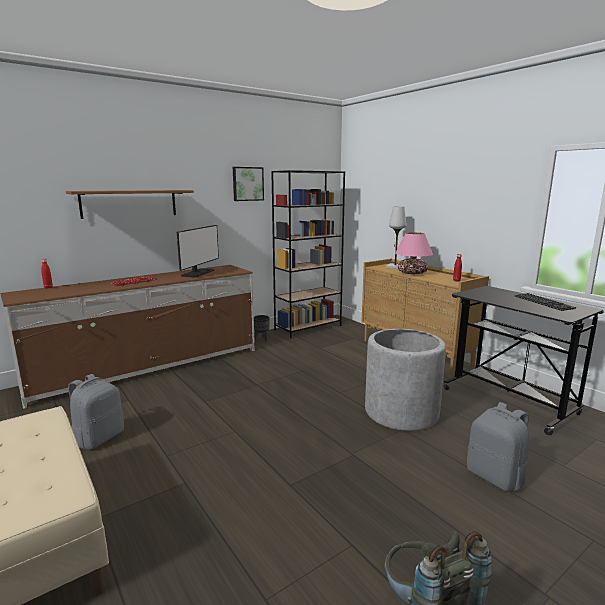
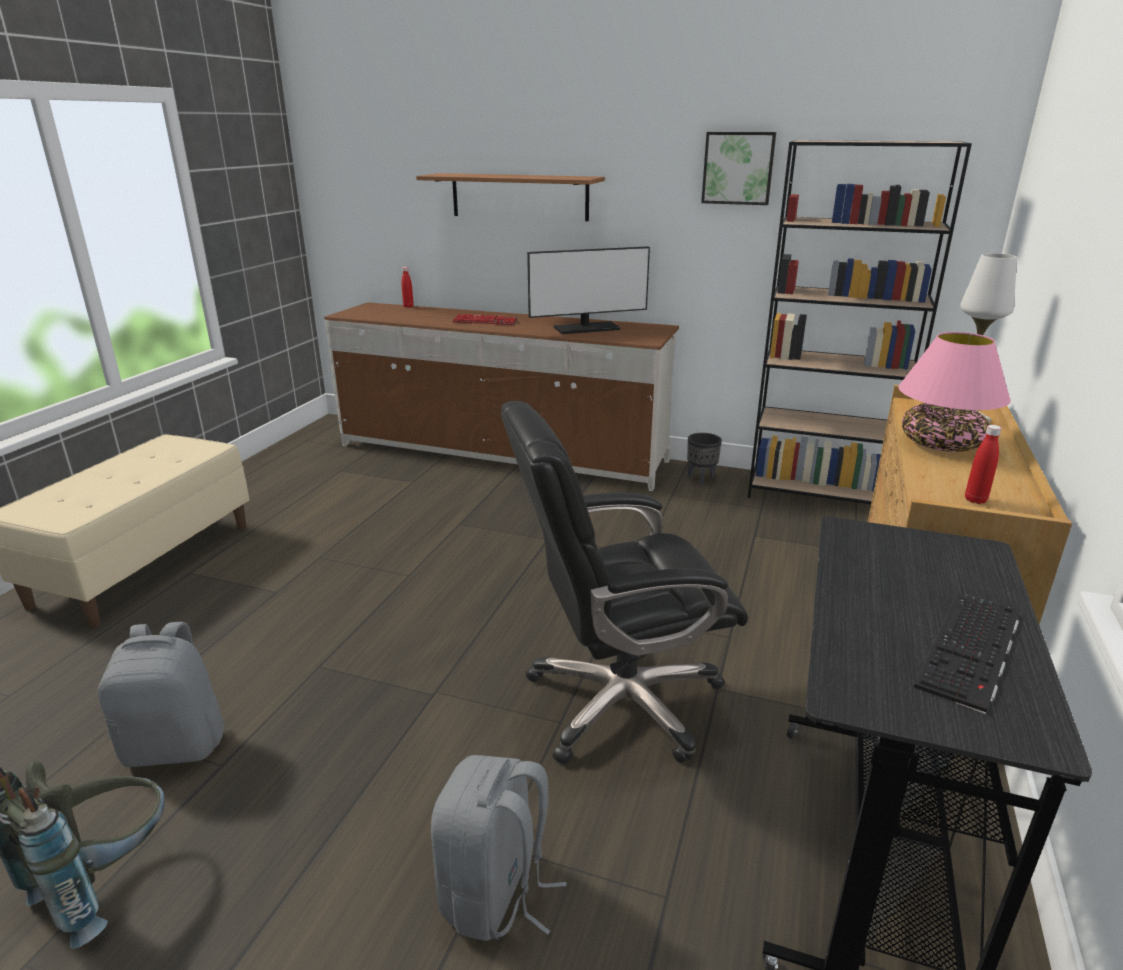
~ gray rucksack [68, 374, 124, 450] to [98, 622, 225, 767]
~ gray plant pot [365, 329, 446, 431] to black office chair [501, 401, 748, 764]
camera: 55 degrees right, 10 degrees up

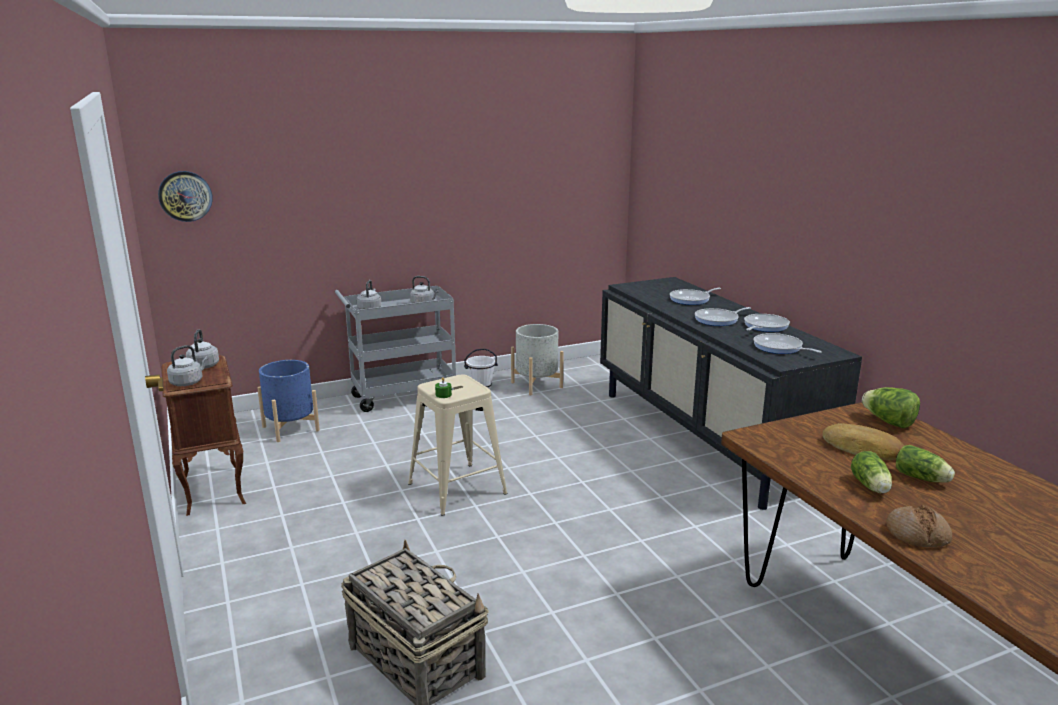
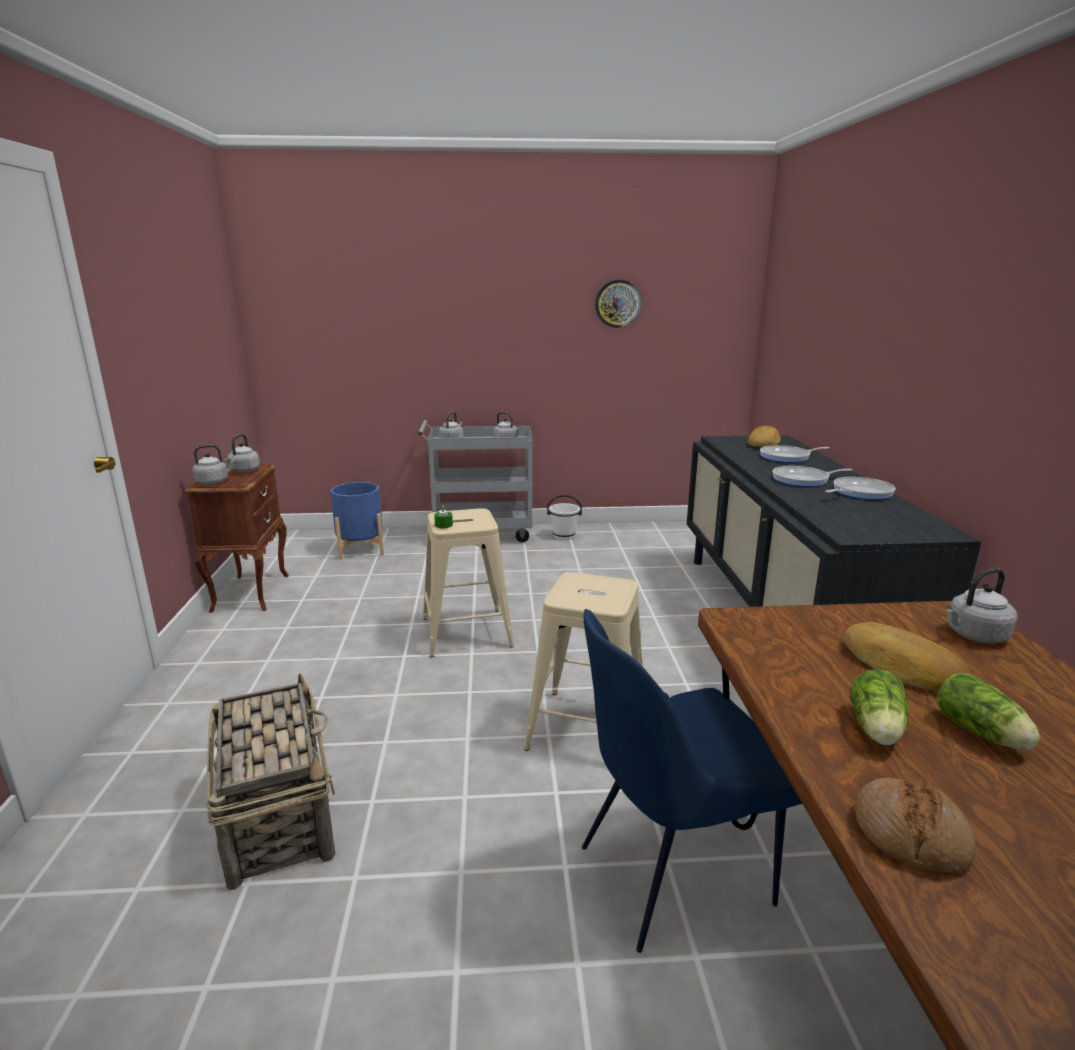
- gray plant pot [511, 324, 564, 395]
- skillet [754, 333, 822, 354]
+ beige-coloured sitting stool [524, 572, 643, 751]
+ blue-coloured upright chair [582, 609, 802, 953]
+ baked bread [748, 426, 781, 447]
~ hanging clock [158, 171, 213, 222] to [595, 280, 641, 328]
~ lettuce head [862, 387, 920, 429] to gray tea kettle [947, 568, 1018, 643]
camera: 20 degrees right, 0 degrees up

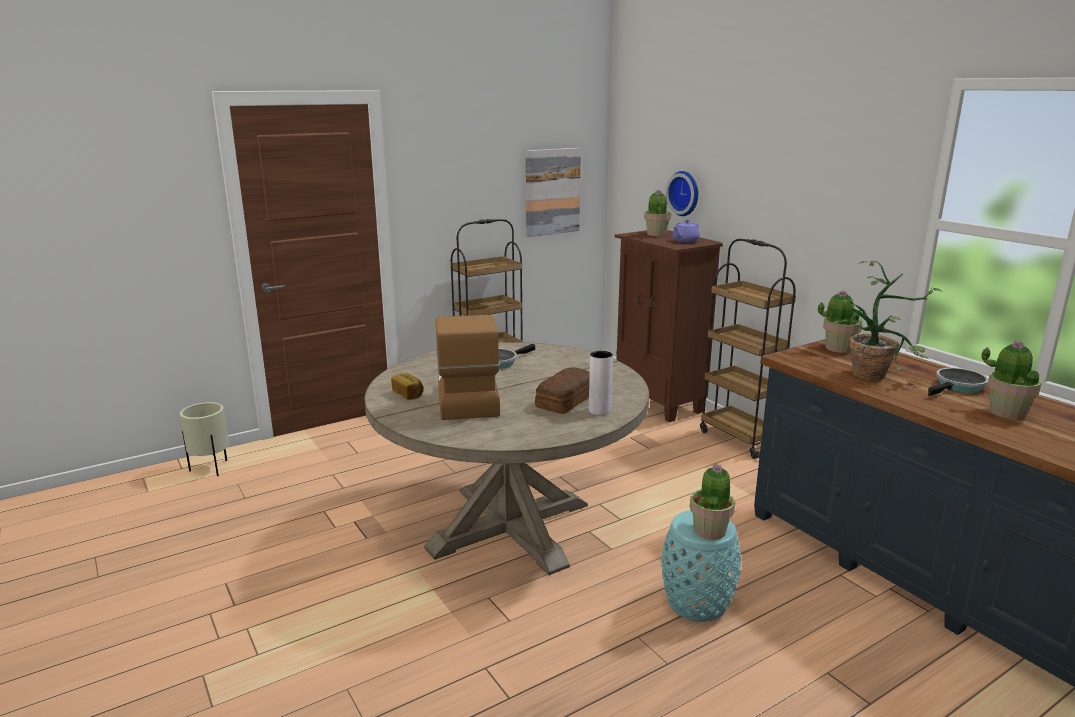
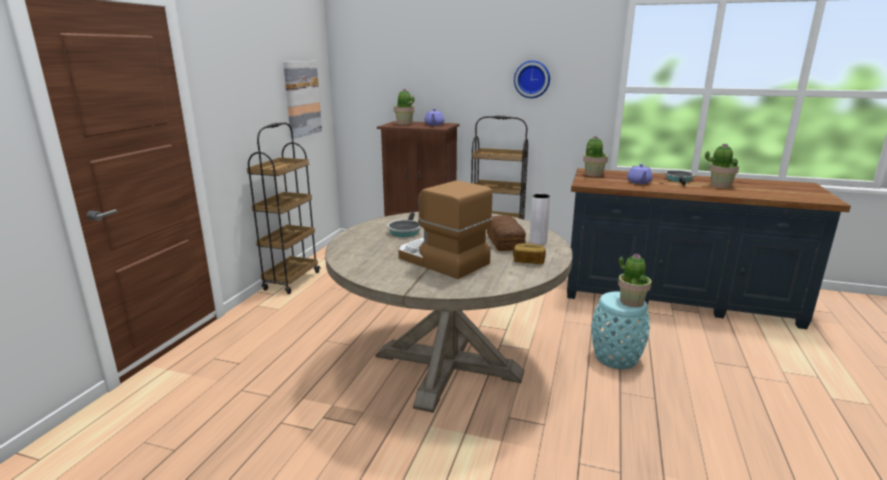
- beige-coloured plant pot [180, 402, 229, 476]
~ baked bread [391, 373, 423, 400] to [513, 243, 546, 264]
~ hanging clock [666, 171, 698, 216] to [514, 60, 550, 98]
~ plant in a pot [833, 261, 942, 381] to purplish teapot [627, 164, 652, 184]
camera: 40 degrees left, 0 degrees up

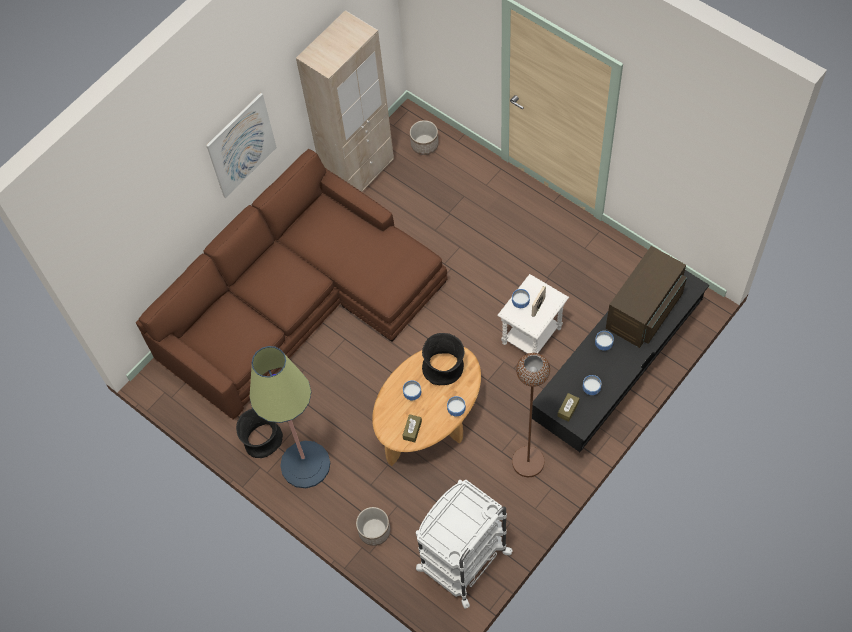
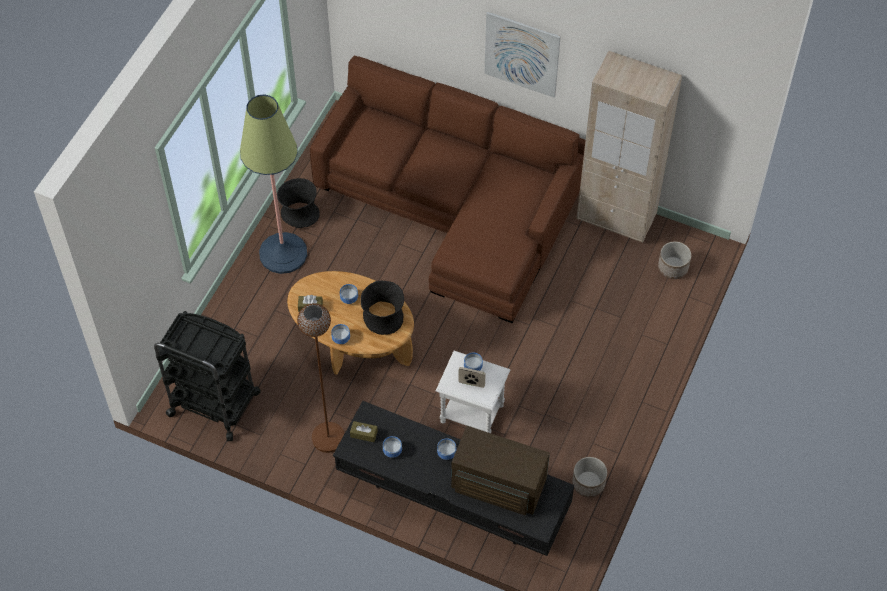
~ plant pot [356, 507, 390, 546] to [572, 457, 607, 498]
~ white-coloured cart [416, 480, 513, 609] to black cart [154, 311, 261, 441]
camera: 70 degrees right, 5 degrees down

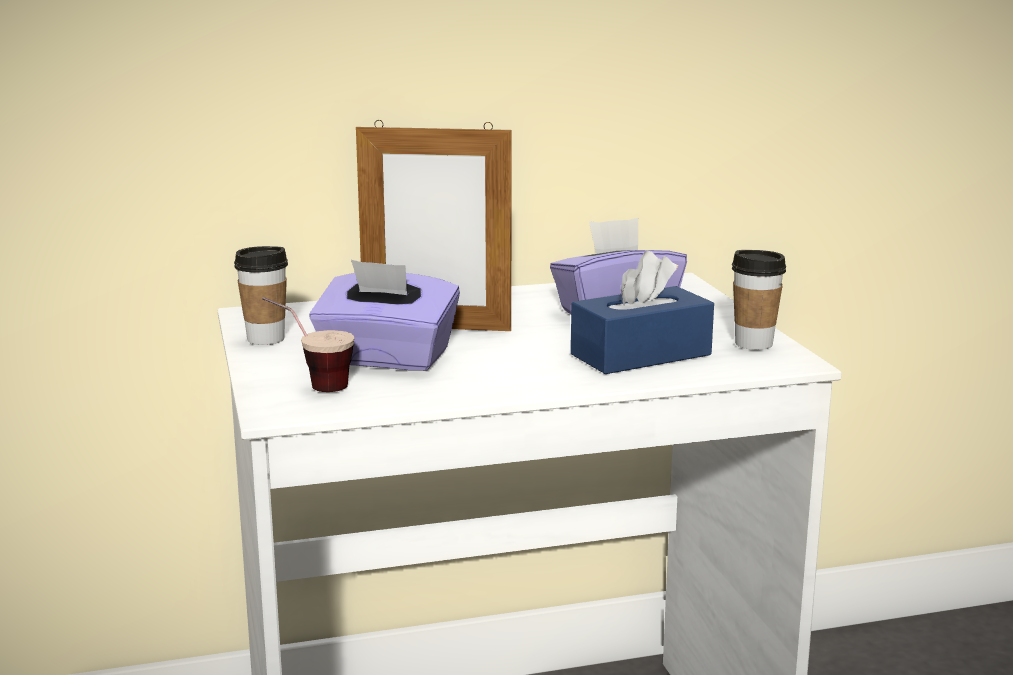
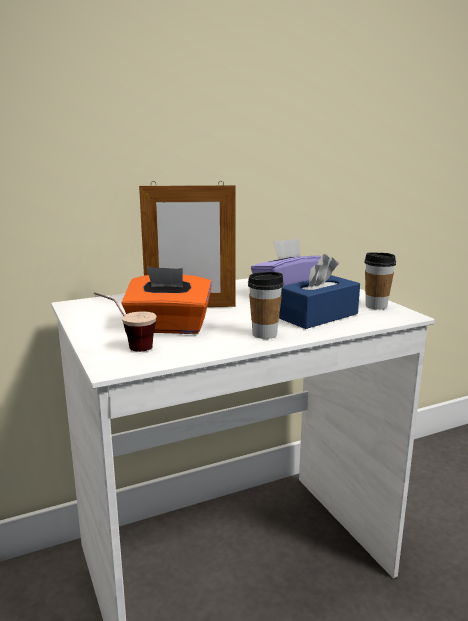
~ drinking cup [234, 246, 288, 345] to [248, 272, 284, 339]
~ purplish tissue box [309, 260, 460, 371] to orange-coloured tissue box [122, 267, 212, 334]
camera: 10 degrees left, 0 degrees up

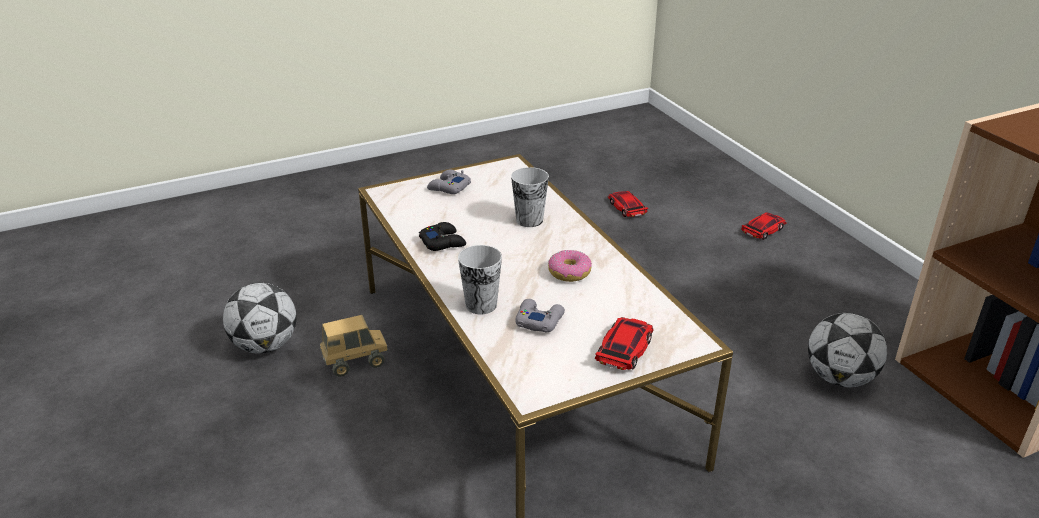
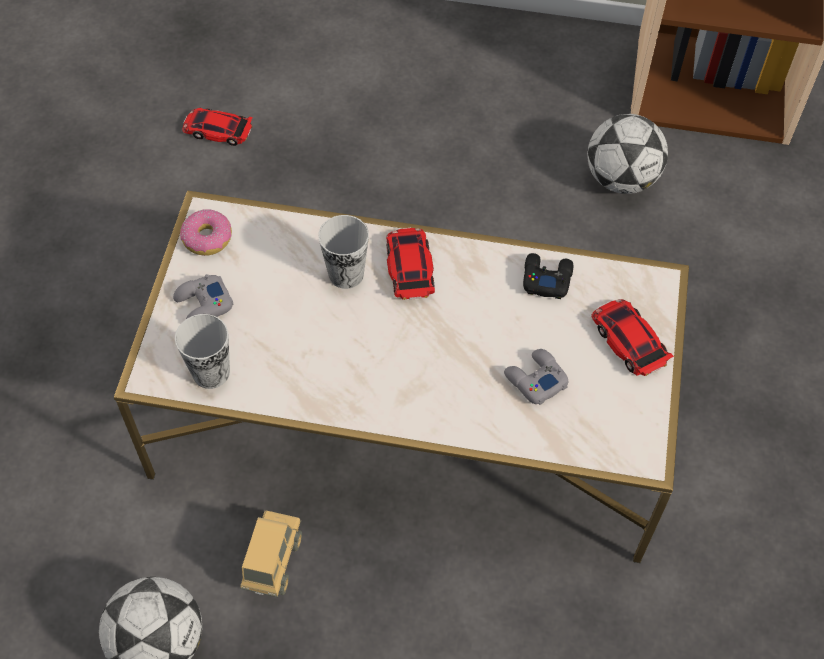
~ black gamepad [419, 222, 466, 251] to [523, 253, 573, 299]
~ drinking cup [458, 245, 502, 314] to [175, 314, 230, 389]
~ doughnut [548, 250, 592, 282] to [180, 209, 232, 256]
~ toy car [741, 212, 787, 240] to [386, 228, 435, 300]
camera: 55 degrees left, 25 degrees up

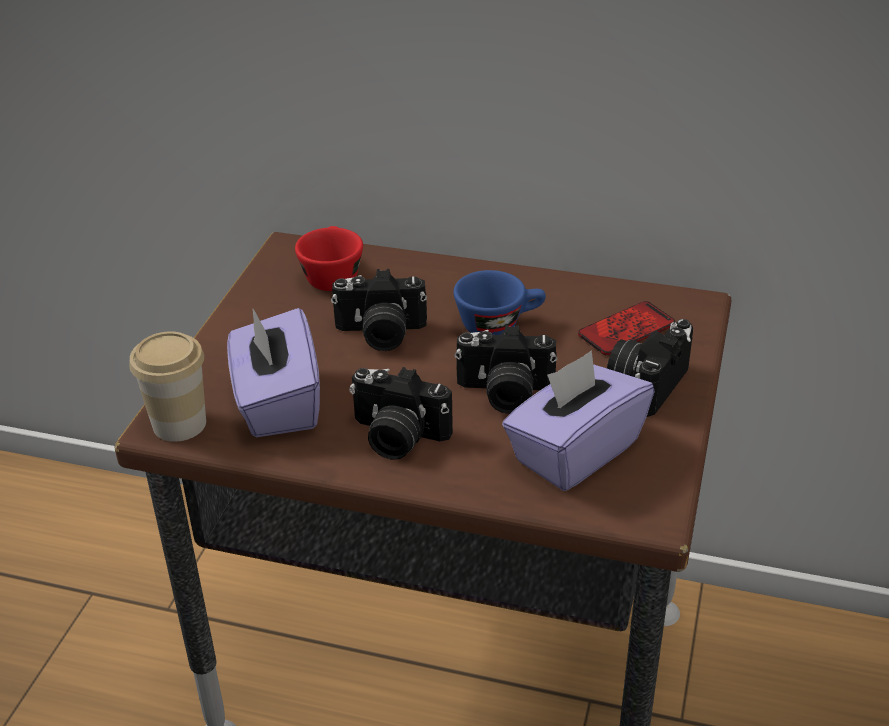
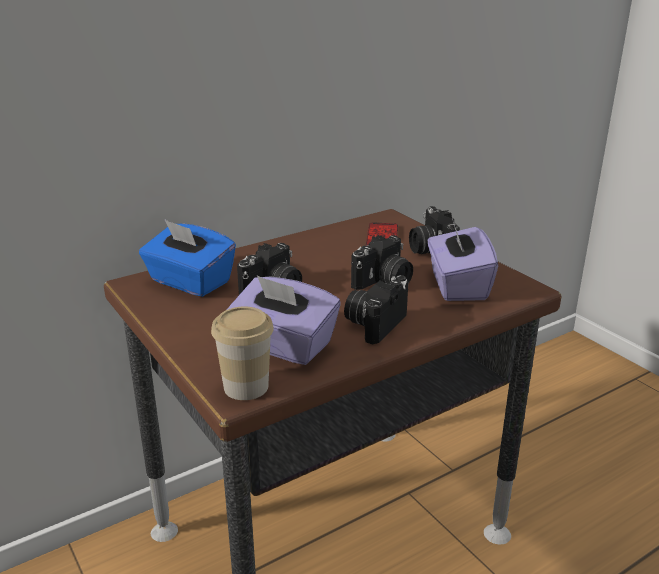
- blue-coloured drinking cup [454, 270, 546, 335]
~ red drinking cup [295, 226, 363, 291] to blue-coloured tissue box [139, 219, 236, 297]
~ photo camera [349, 367, 453, 460] = [344, 275, 408, 344] 150 degrees clockwise
camera: 50 degrees left, 10 degrees down

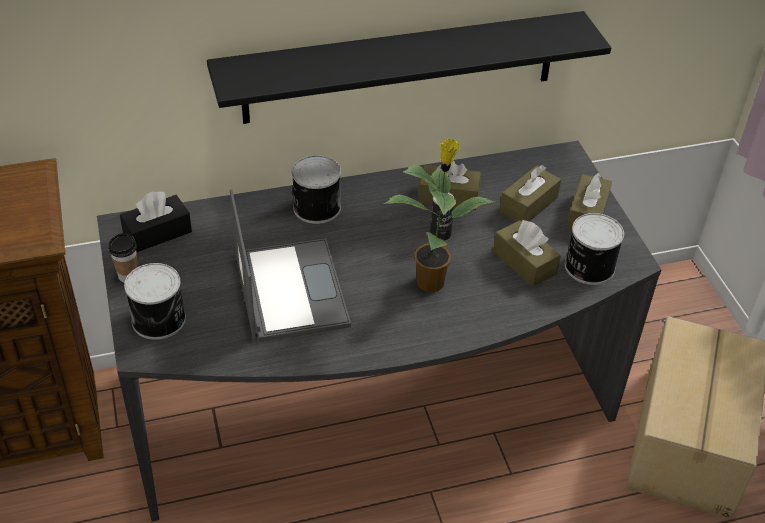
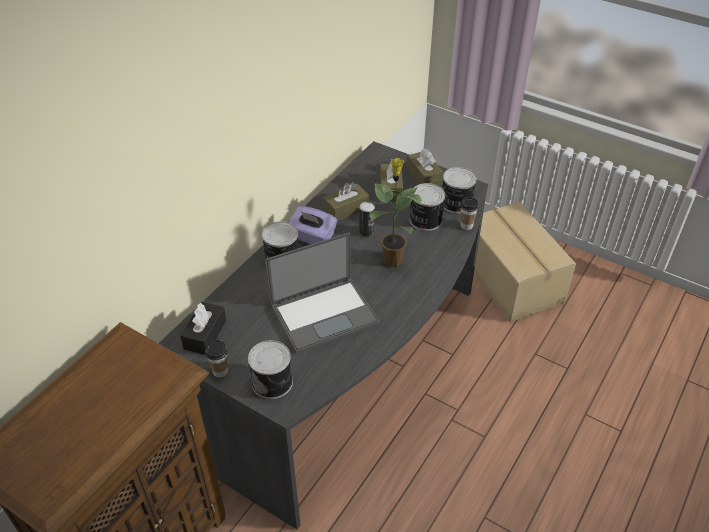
- black bracket shelf [207, 11, 611, 124]
+ purplish tissue box [289, 206, 337, 244]
+ drinking cup [460, 197, 479, 230]
~ brown-coloured tissue box [493, 220, 561, 287] to sealed can [409, 183, 445, 231]
~ notebook computer [230, 189, 351, 343] = [265, 232, 380, 354] 120 degrees clockwise
camera: 40 degrees left, 0 degrees up

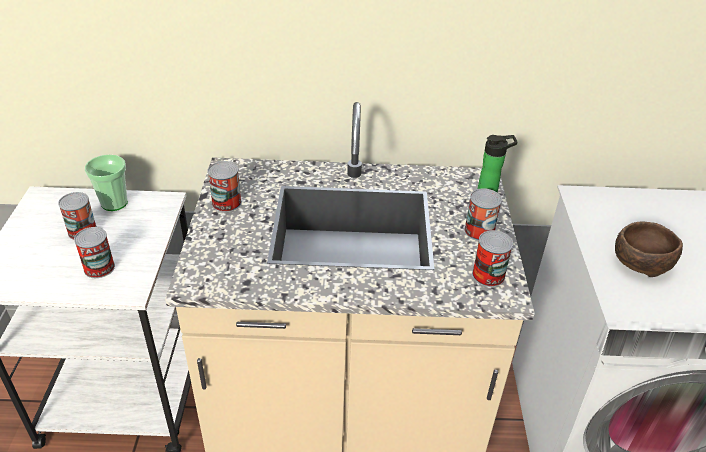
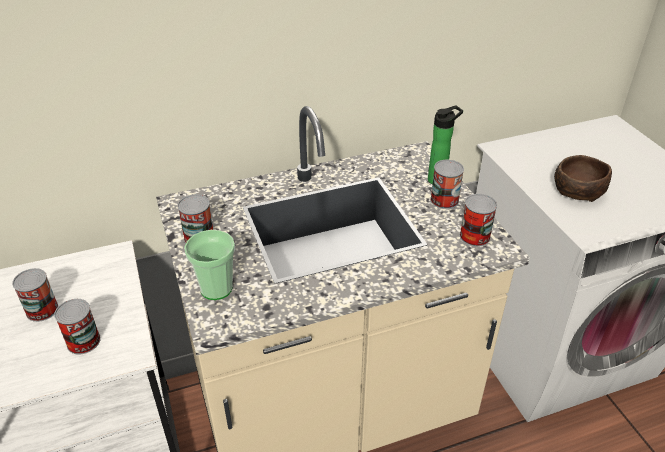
~ drinking cup [85, 155, 128, 211] to [184, 230, 235, 300]
camera: 20 degrees left, 0 degrees up

